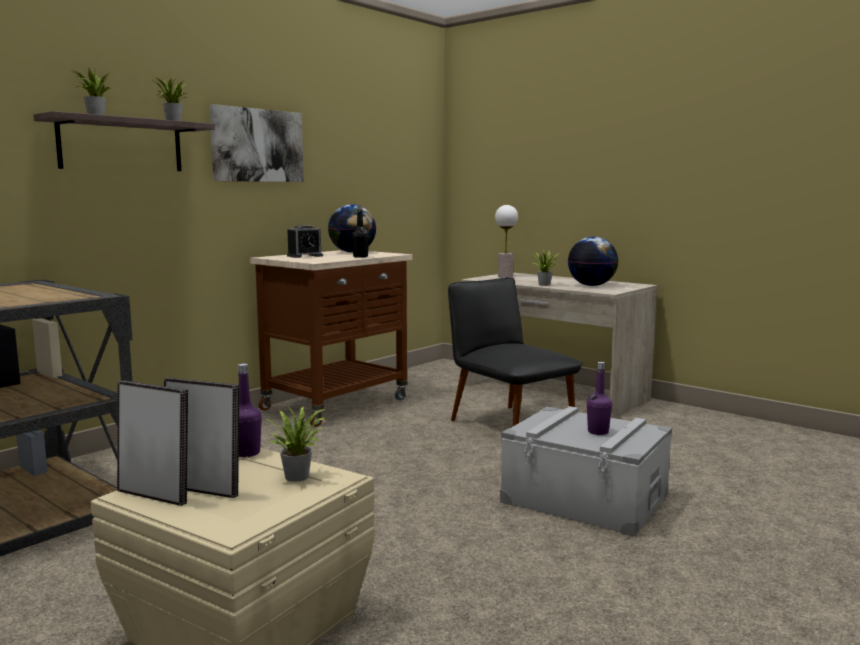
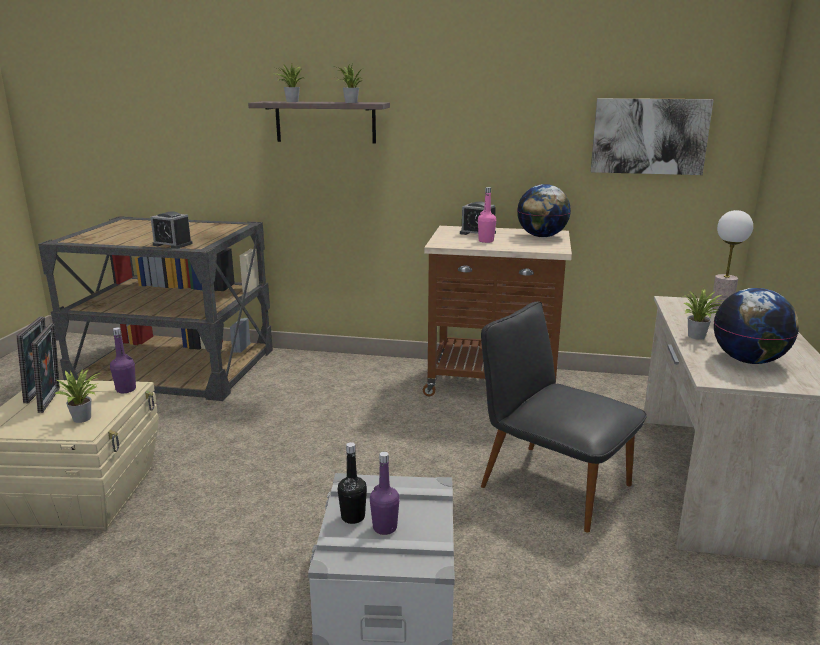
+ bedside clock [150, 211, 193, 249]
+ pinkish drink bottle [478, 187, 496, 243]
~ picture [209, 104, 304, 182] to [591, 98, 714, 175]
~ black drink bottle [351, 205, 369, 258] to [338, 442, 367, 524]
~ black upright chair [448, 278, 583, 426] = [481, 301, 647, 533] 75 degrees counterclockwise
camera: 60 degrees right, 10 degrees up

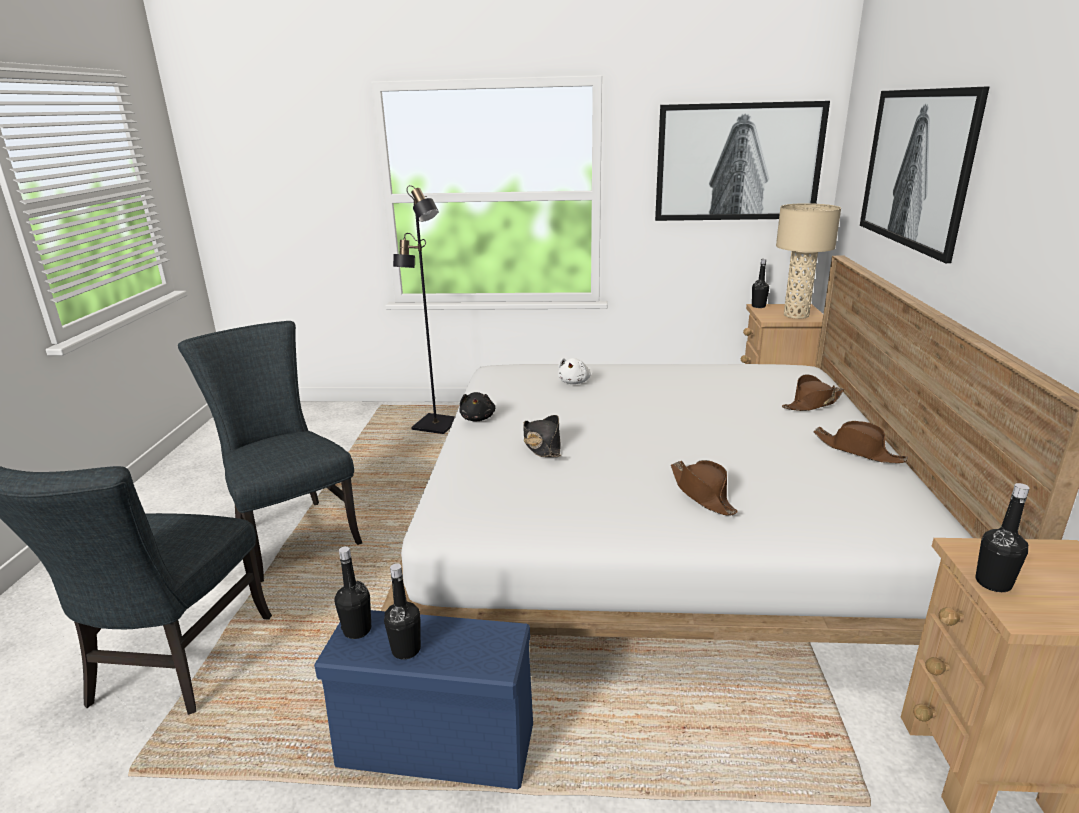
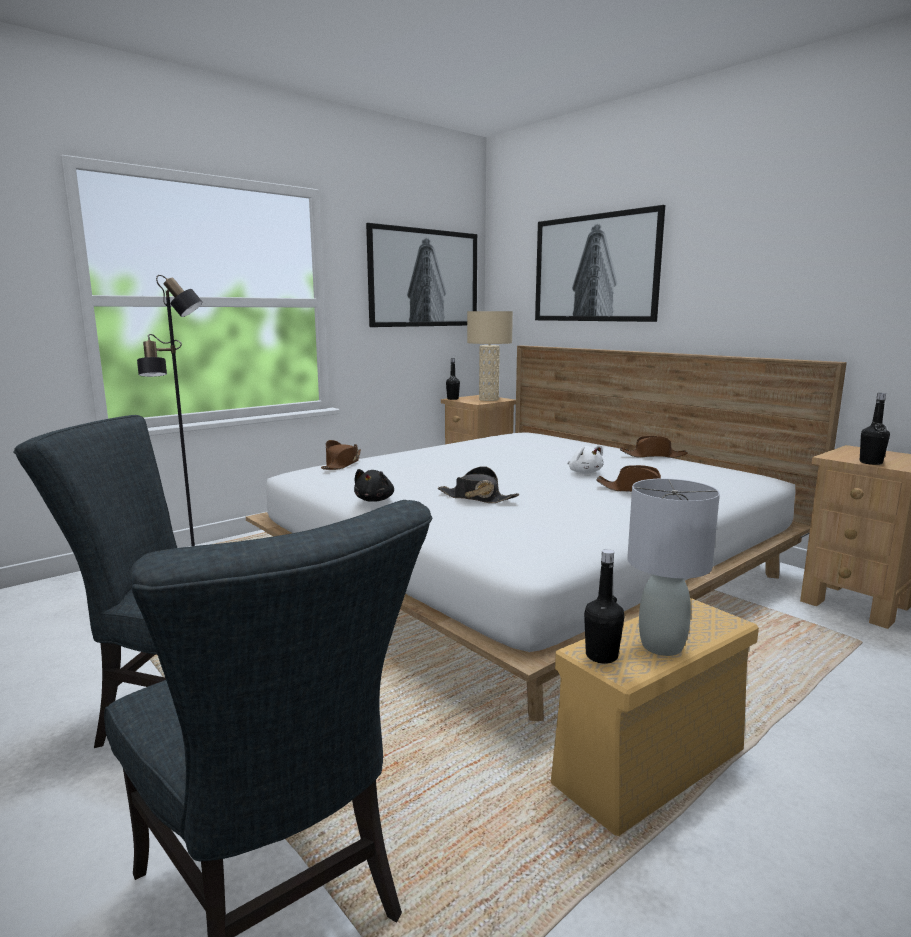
~ white-coloured plush toy [558, 358, 591, 384] to [568, 445, 604, 474]
~ brown-coloured clothing hat [782, 374, 845, 411] to [321, 440, 361, 470]
~ black drink bottle [384, 564, 421, 659] to gray table lamp [627, 479, 720, 656]
~ blue-coloured storage container [314, 610, 533, 789] to beige-coloured storage container [551, 598, 759, 836]
~ black plush toy [459, 392, 495, 422] = [354, 469, 394, 502] 60 degrees clockwise
camera: 45 degrees left, 10 degrees down

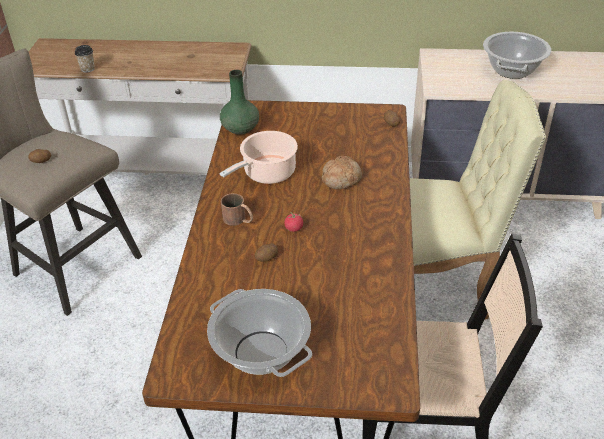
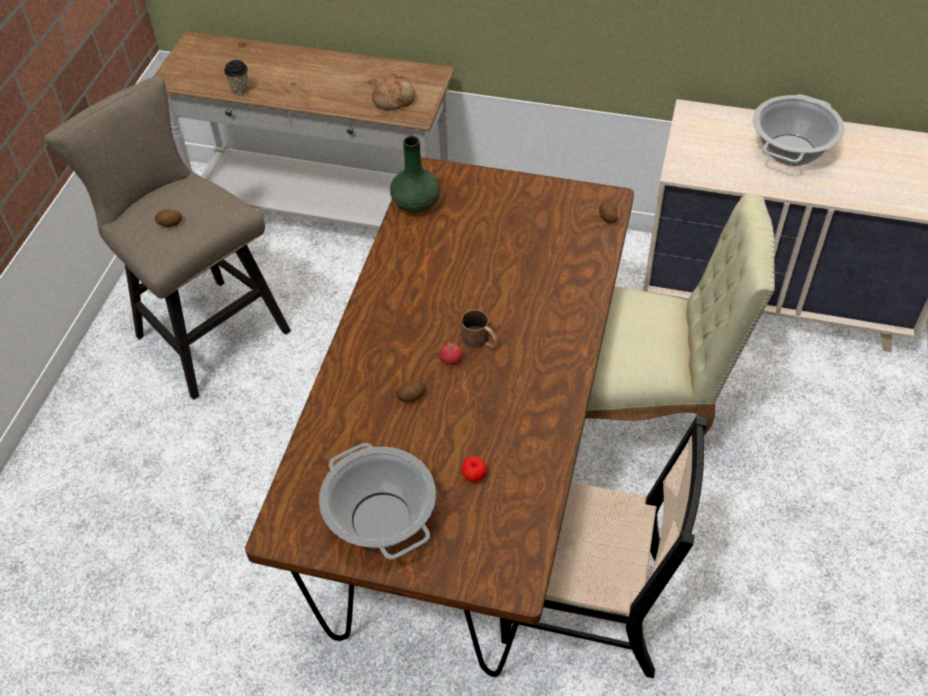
- cooking pot [220, 131, 298, 184]
+ apple [461, 456, 487, 482]
~ brown-coloured coffee mug [221, 193, 253, 226] to [461, 310, 498, 349]
~ baked bread [322, 156, 362, 189] to [372, 74, 415, 110]
camera: 10 degrees right, 10 degrees up

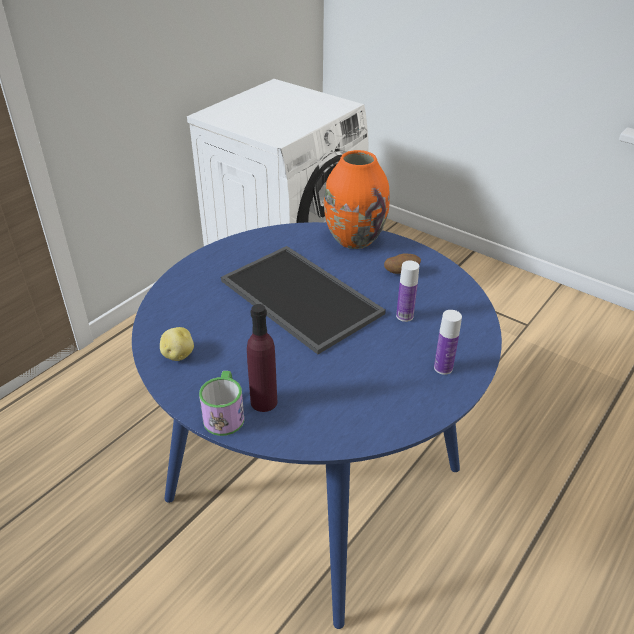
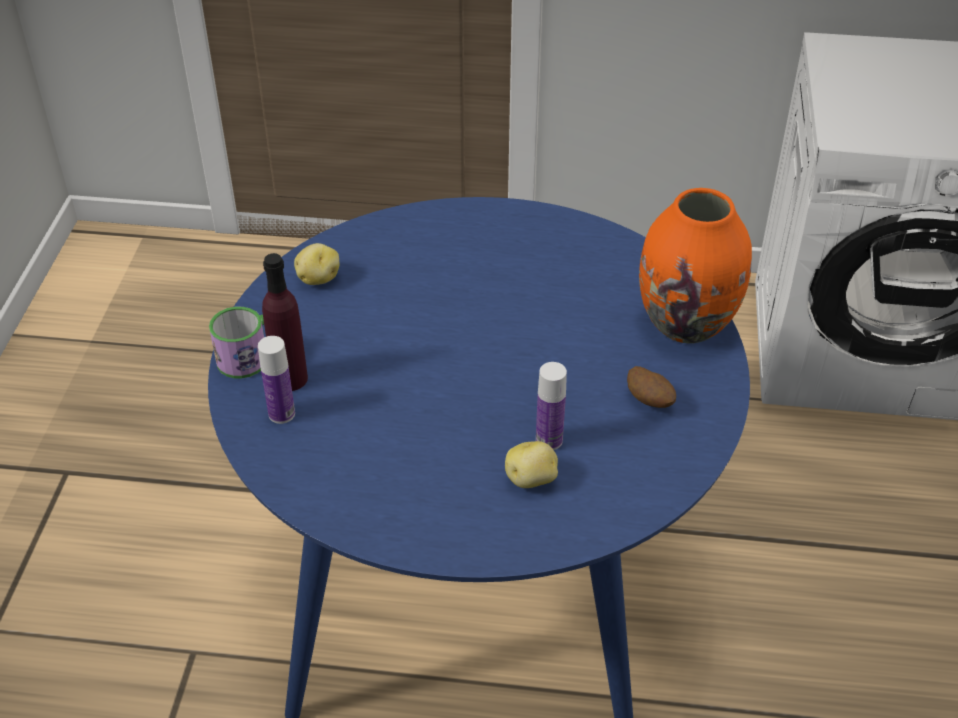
- tray [221, 246, 386, 354]
+ spud [505, 441, 558, 488]
~ drink bottle [434, 310, 462, 375] to [258, 336, 295, 424]
camera: 60 degrees right, 5 degrees up

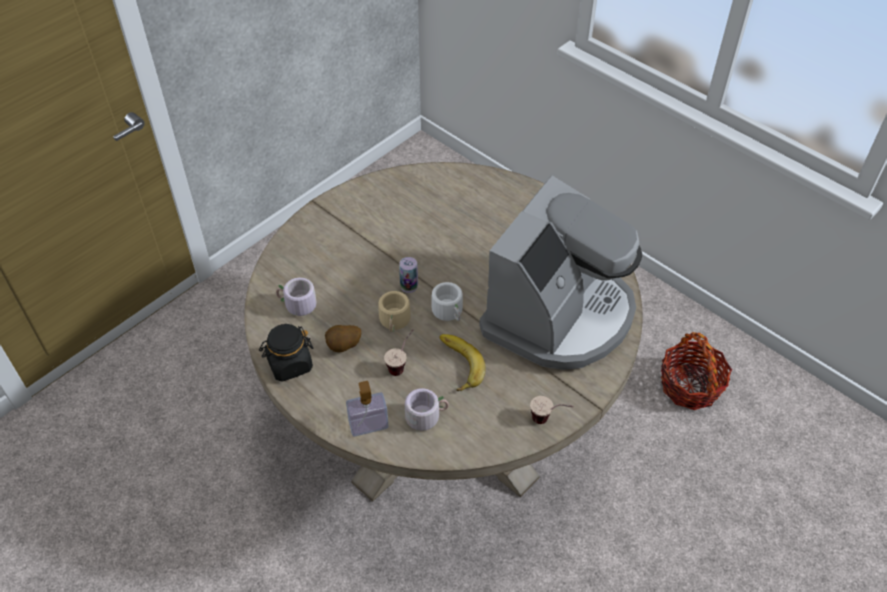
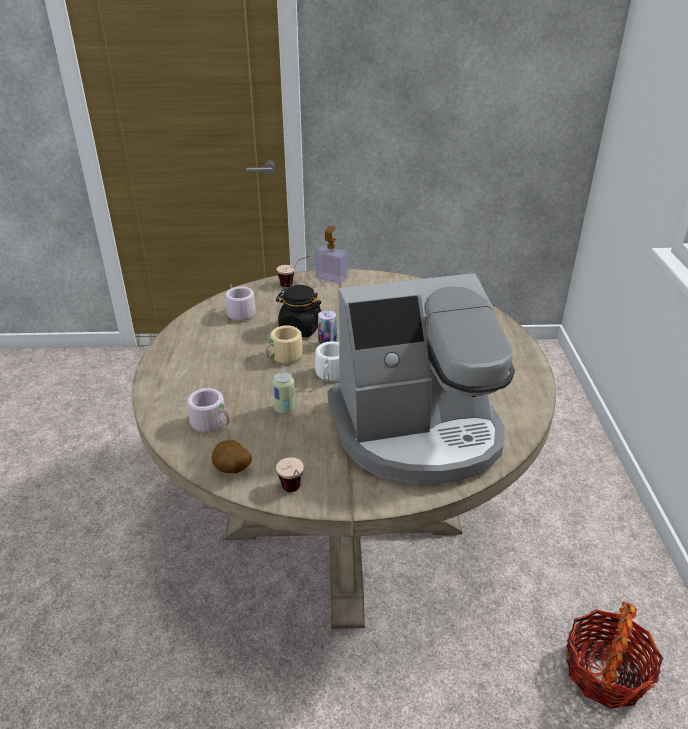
~ black jar [259, 324, 313, 382] to [276, 285, 321, 337]
~ spud [325, 325, 361, 352] to [211, 440, 252, 473]
~ soap dispenser [346, 381, 388, 436] to [315, 226, 347, 284]
~ drinking cup [384, 329, 414, 376] to [277, 256, 310, 287]
~ banana fruit [440, 334, 486, 391] to sealed can [272, 372, 295, 414]
camera: 45 degrees right, 15 degrees down

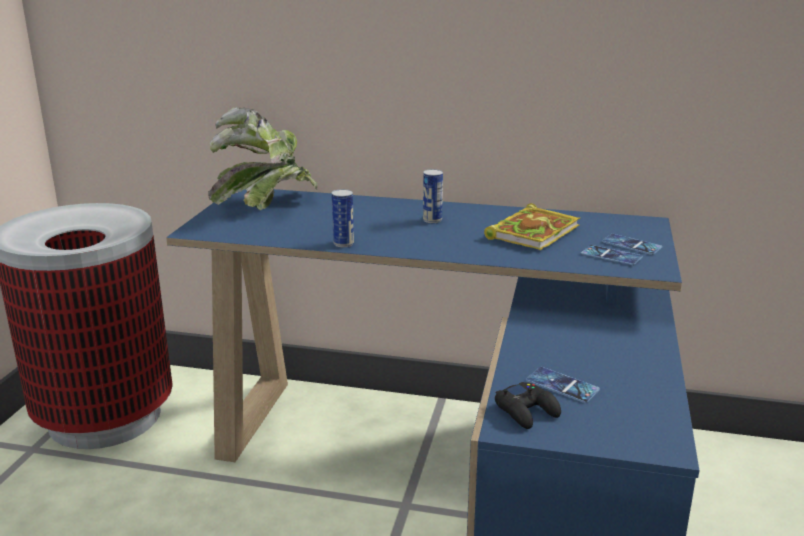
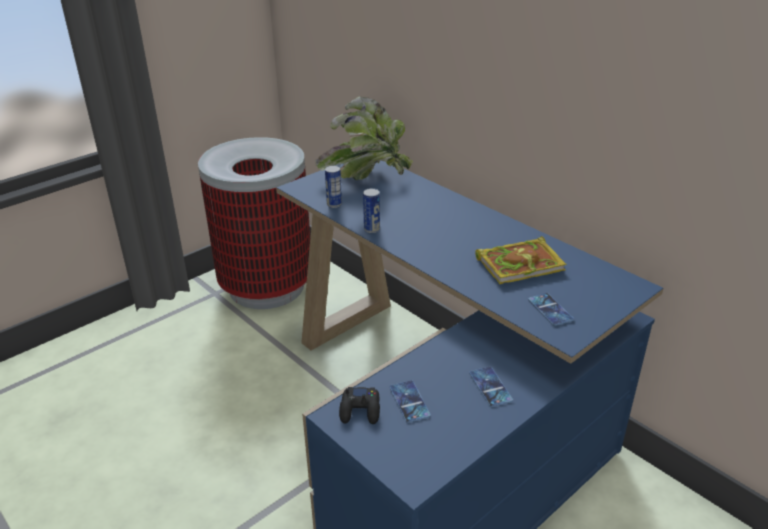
~ sealed can [423, 169, 443, 223] to [325, 165, 342, 208]
~ telephone [602, 234, 662, 255] to [469, 367, 513, 407]
camera: 35 degrees right, 10 degrees up

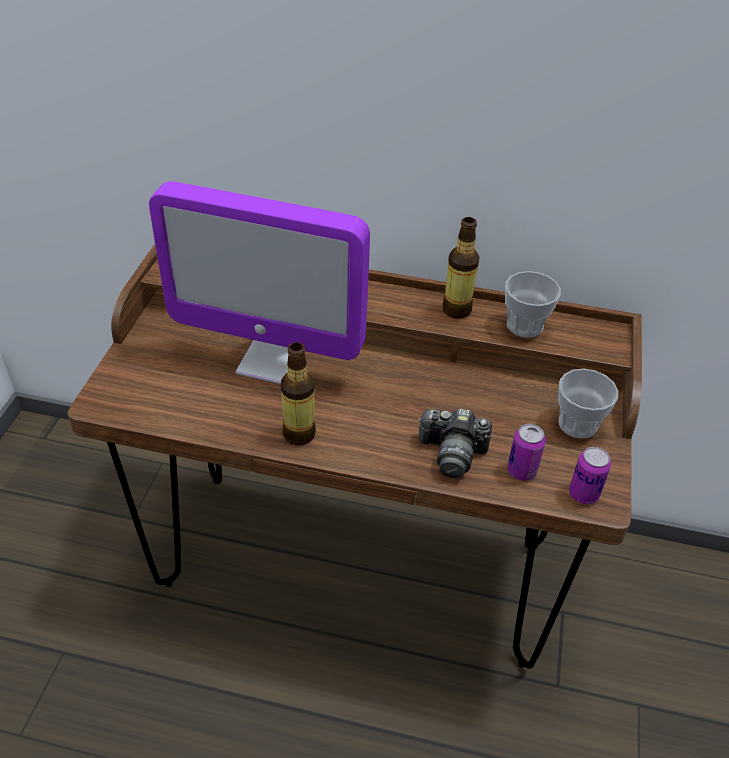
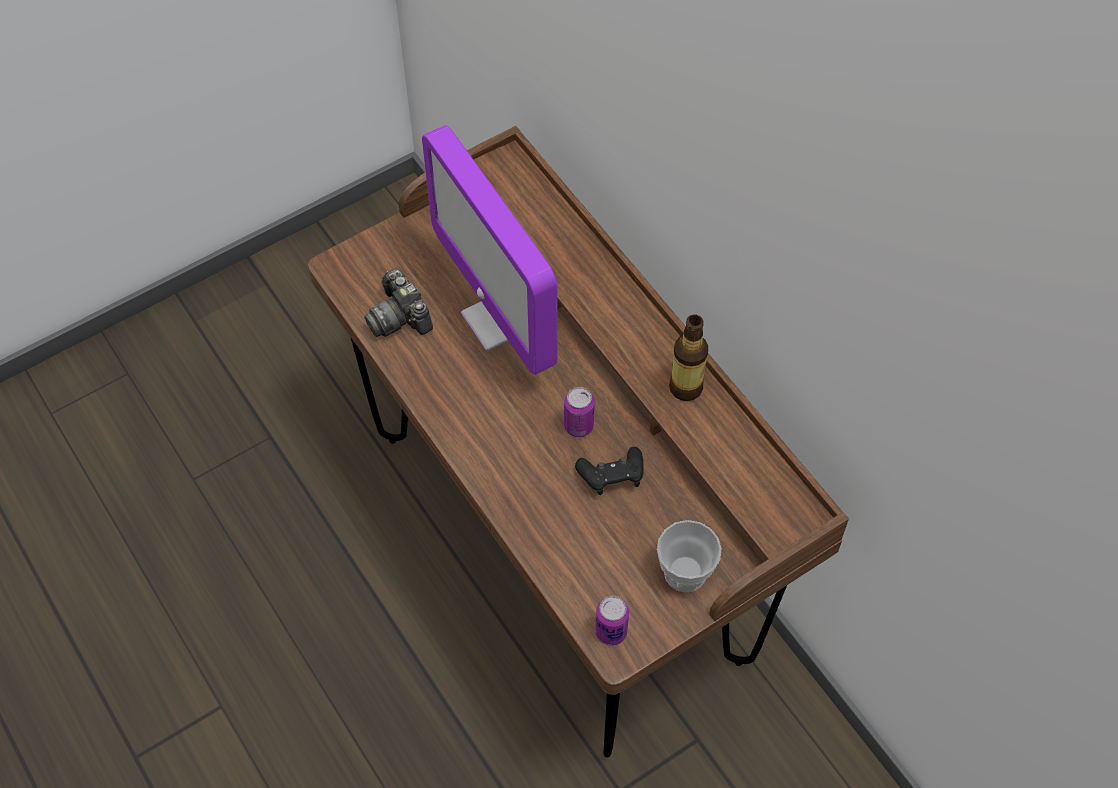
- drink bottle [281, 343, 316, 445]
- drinking cup [505, 271, 561, 338]
+ black gamepad [575, 447, 644, 495]
~ photo camera [418, 409, 492, 478] to [364, 268, 433, 337]
~ sealed can [507, 424, 546, 481] to [564, 387, 595, 437]
camera: 45 degrees right, 15 degrees up

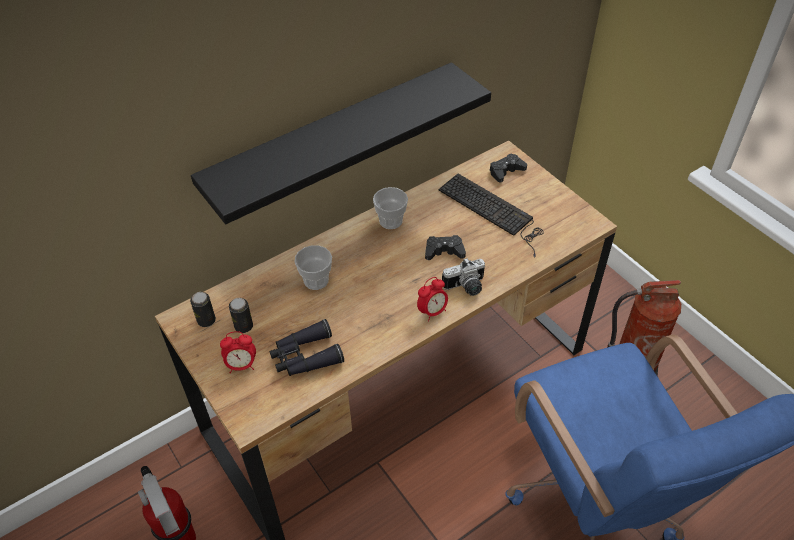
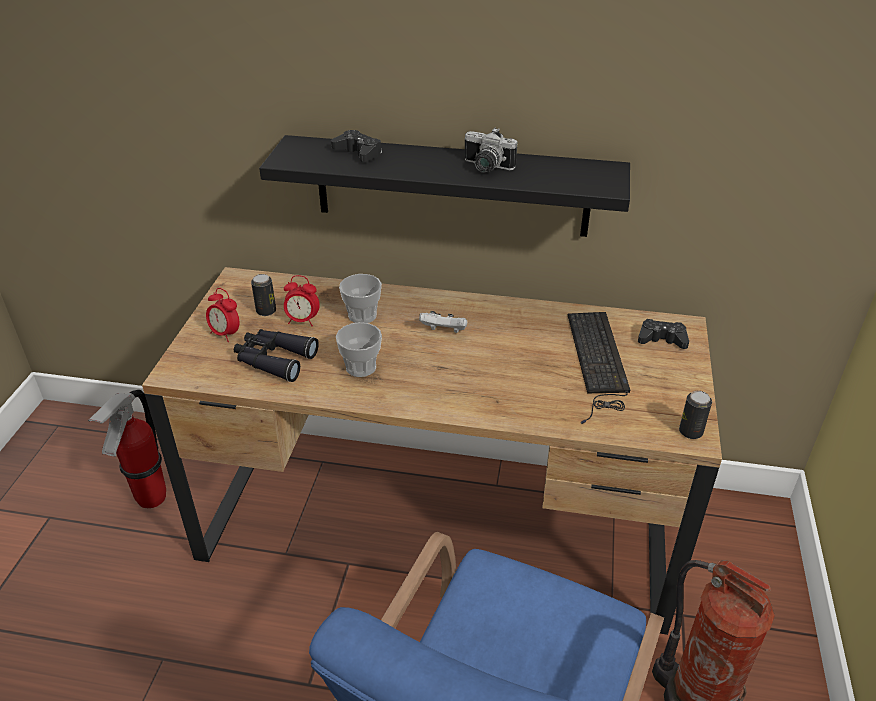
+ white-coloured gamepad [419, 311, 467, 333]
~ sealed can [190, 292, 216, 327] to [679, 391, 712, 439]
~ drinking cup [373, 187, 408, 229] to [336, 322, 382, 377]
~ bedside clock [417, 277, 448, 322] to [284, 275, 320, 326]
~ black gamepad [425, 235, 466, 260] to [331, 130, 382, 162]
~ photo camera [442, 258, 485, 296] to [464, 128, 518, 173]
camera: 45 degrees right, 10 degrees down

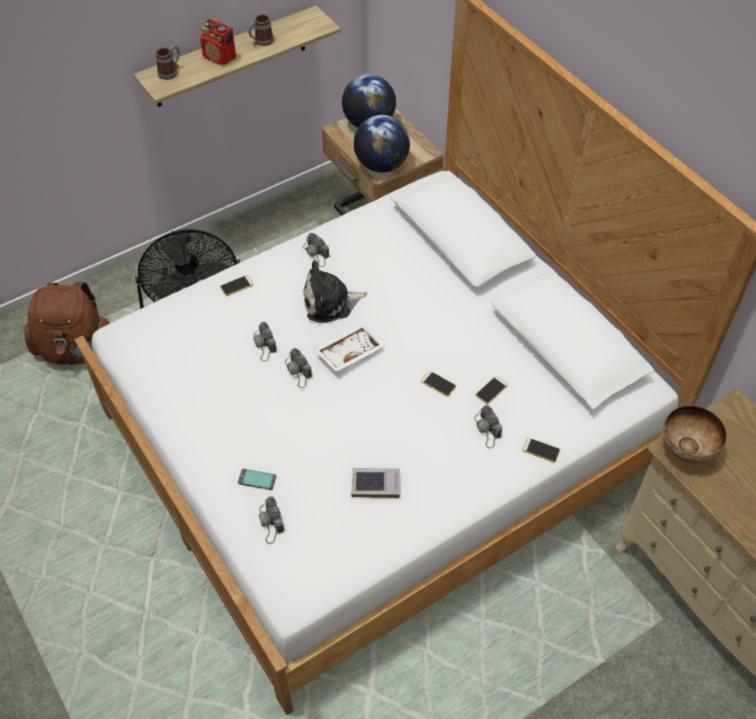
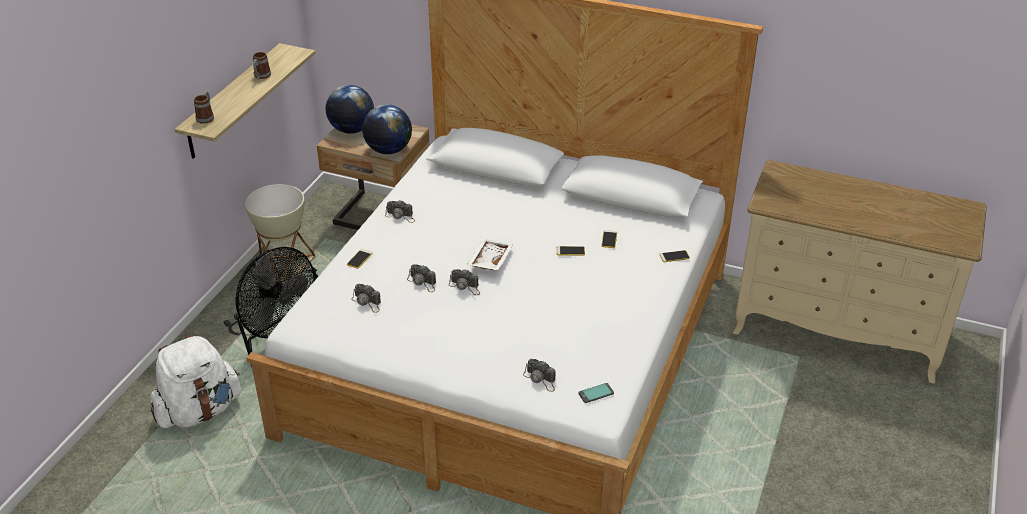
- radio [200, 18, 236, 65]
- plush toy [303, 260, 367, 323]
- book [351, 468, 400, 498]
- bowl [662, 406, 727, 463]
+ plant pot [245, 184, 315, 285]
~ telephone [238, 469, 276, 490] to [579, 383, 614, 403]
~ photo camera [474, 405, 502, 448] to [351, 284, 381, 313]
~ brown-coloured rucksack [24, 282, 110, 365] to white-coloured rucksack [150, 335, 241, 428]
camera: 35 degrees left, 15 degrees down

